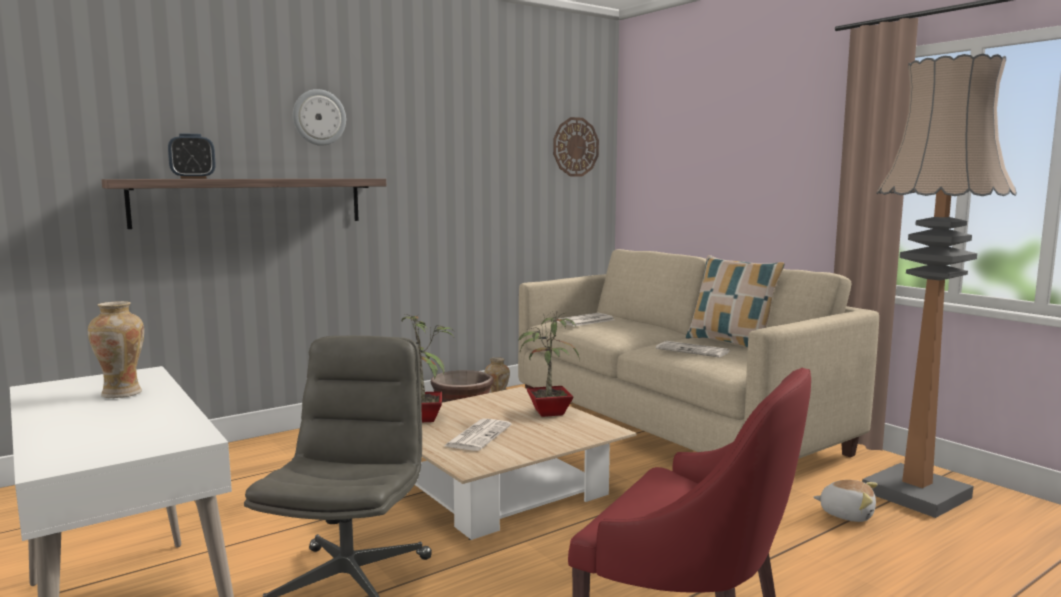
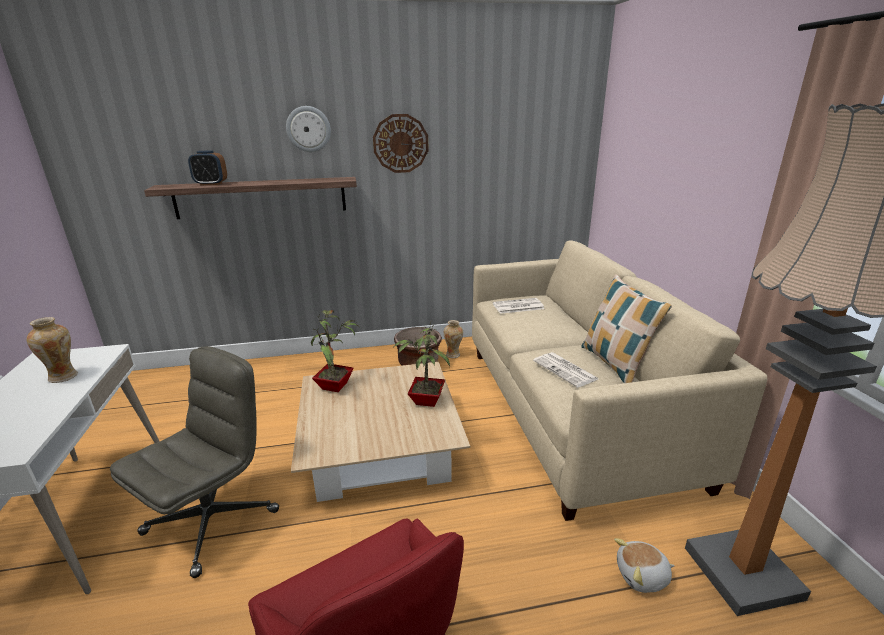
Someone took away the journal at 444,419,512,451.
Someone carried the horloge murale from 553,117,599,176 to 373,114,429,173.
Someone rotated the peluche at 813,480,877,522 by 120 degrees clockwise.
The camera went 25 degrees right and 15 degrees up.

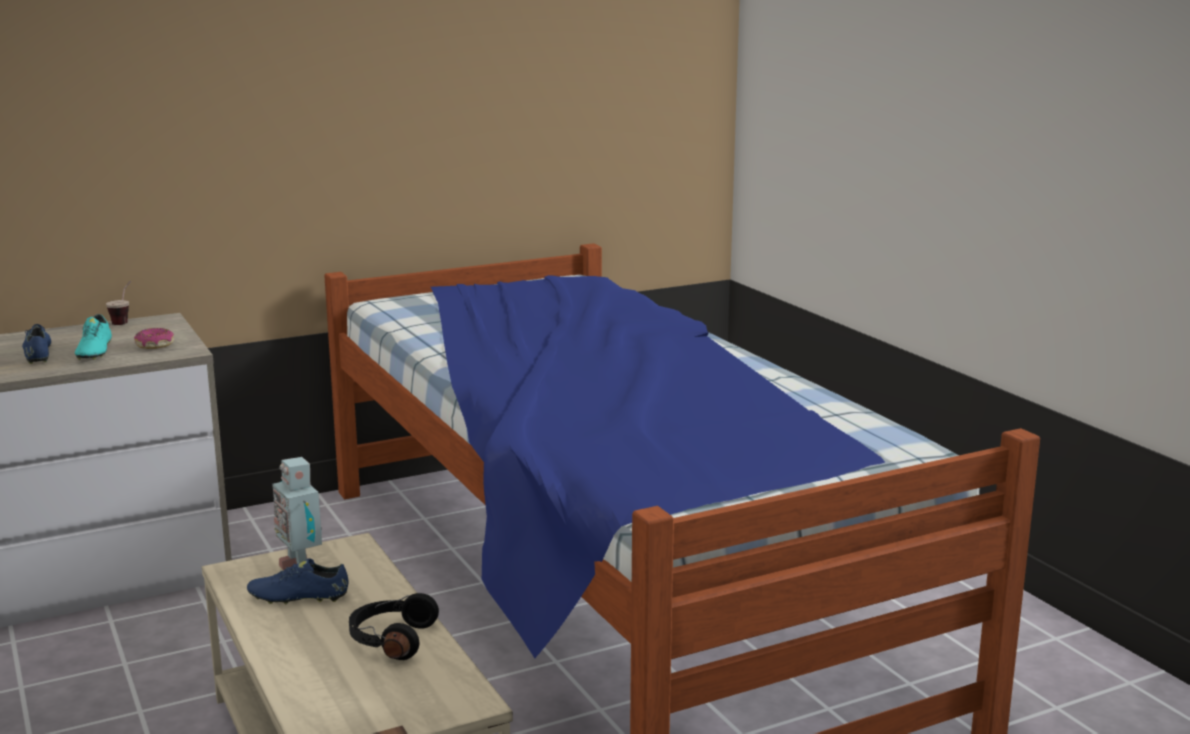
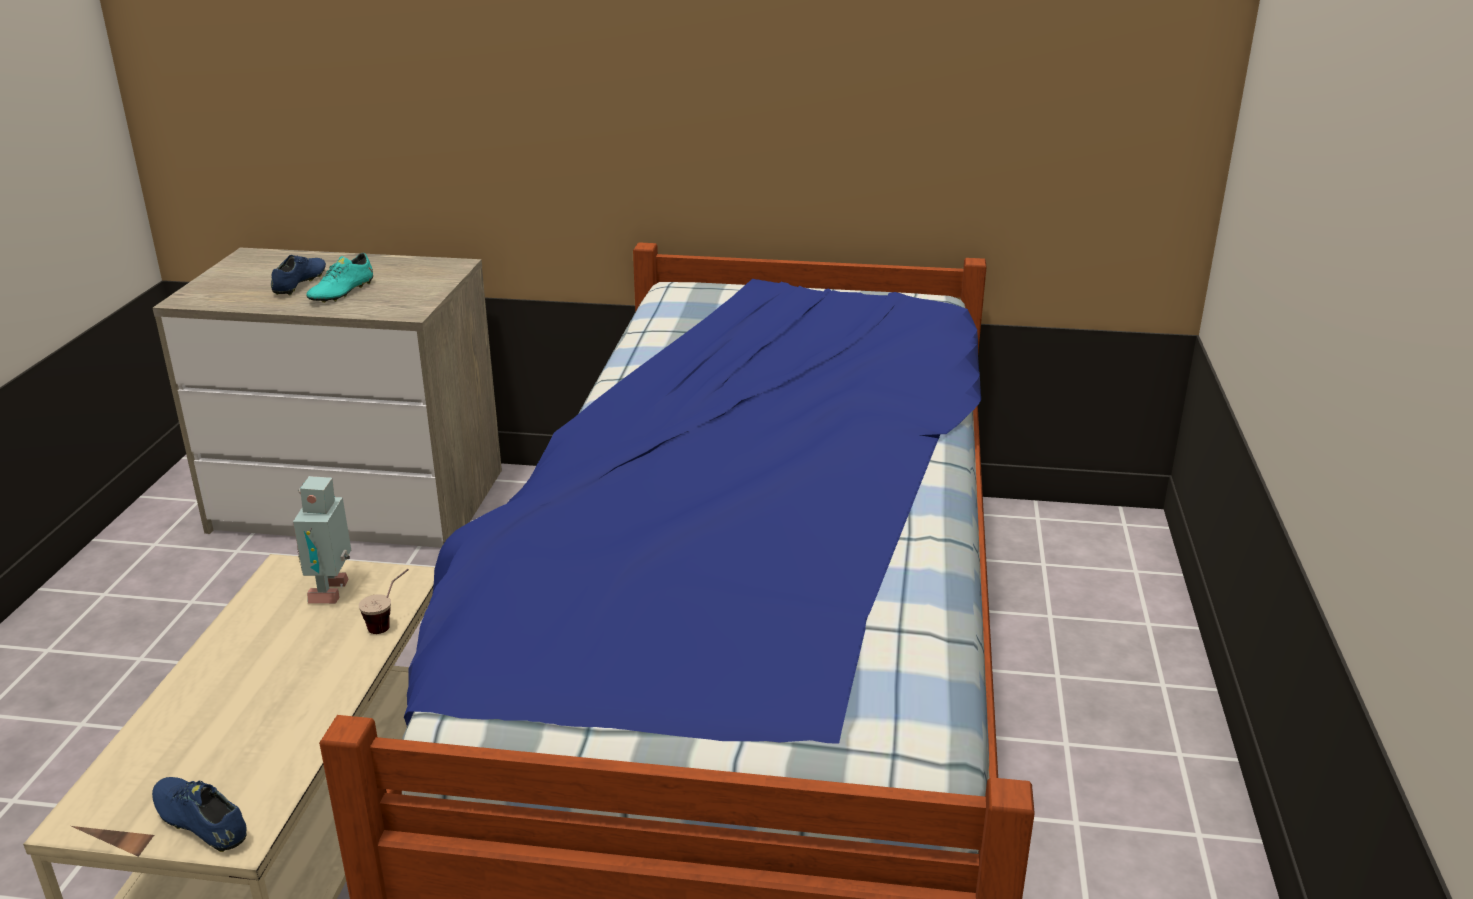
Someone took away the beignet at 134,328,174,349.
Someone took away the casque audio/noir at 349,593,439,660.
Someone carried the tasse from 106,281,131,325 to 359,569,409,634.
Someone carried the chaussure/bleu from 247,558,348,604 to 152,777,246,852.
The camera went 35 degrees right and 10 degrees up.

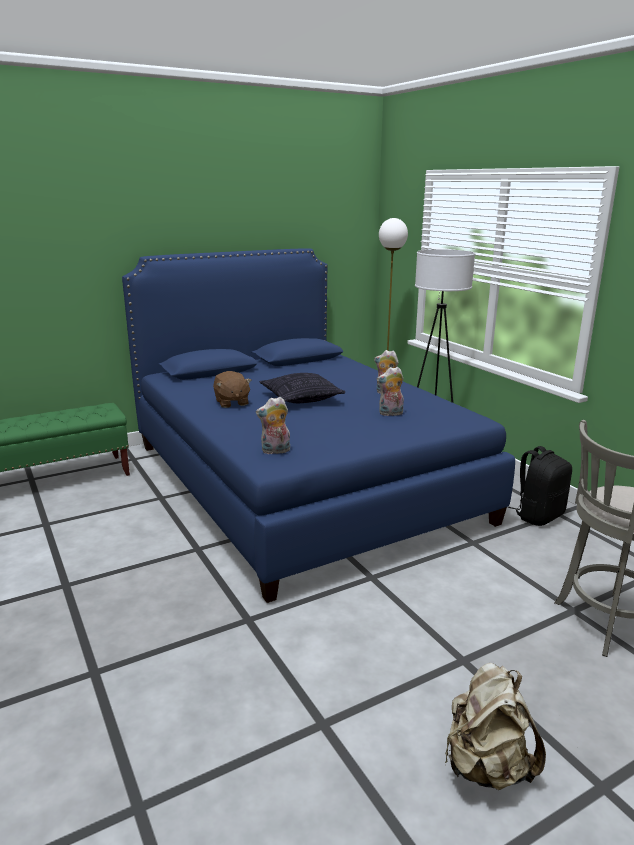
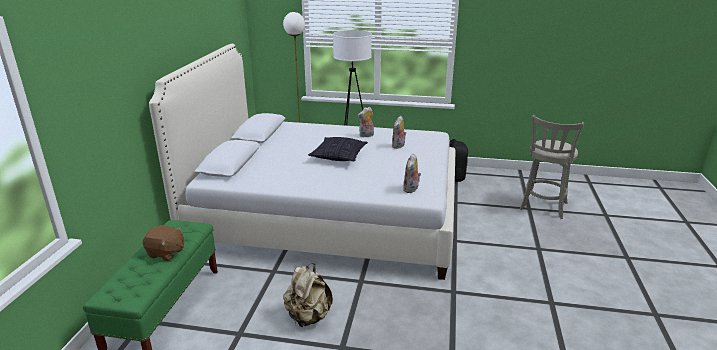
Someone carried the peluche/marron from 213,371,252,408 to 143,225,184,261.
Someone carried the sac à dos/beige from 445,663,546,790 to 283,263,333,327.
Someone repainted the lit/bleu at 122,248,515,603, which became the lit/blanc at 149,44,455,280.
The camera went 50 degrees left and 5 degrees up.

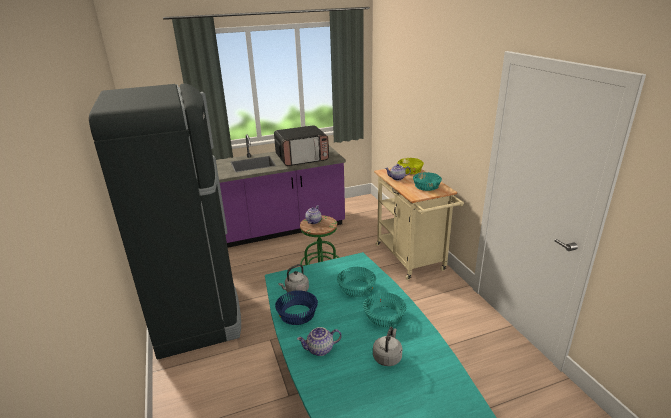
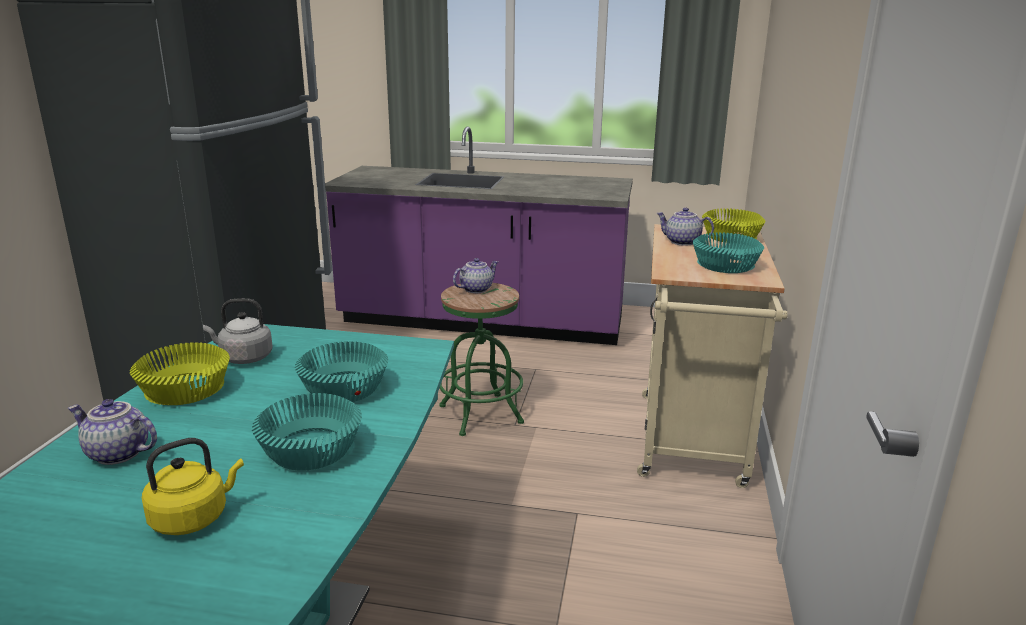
Someone took away the micro-ondes at 274,125,329,166.
Someone repainted the bol/bleu at 275,290,318,325, which became the bol/jaune at 130,342,230,405.
Someone repainted the bouilloire/gris at 373,327,403,366, which became the bouilloire/jaune at 142,438,244,535.
The camera went 30 degrees right and 5 degrees down.

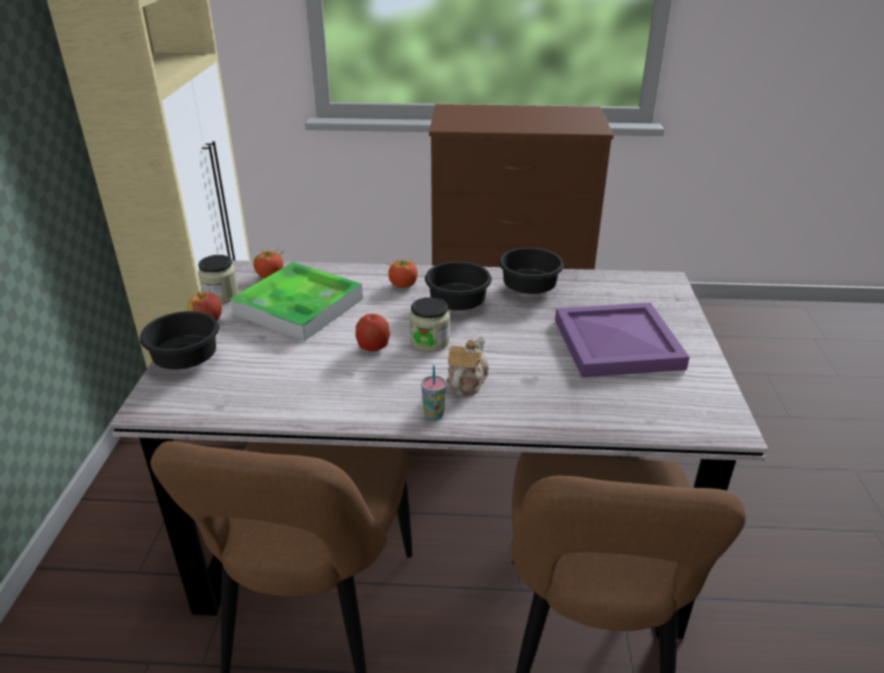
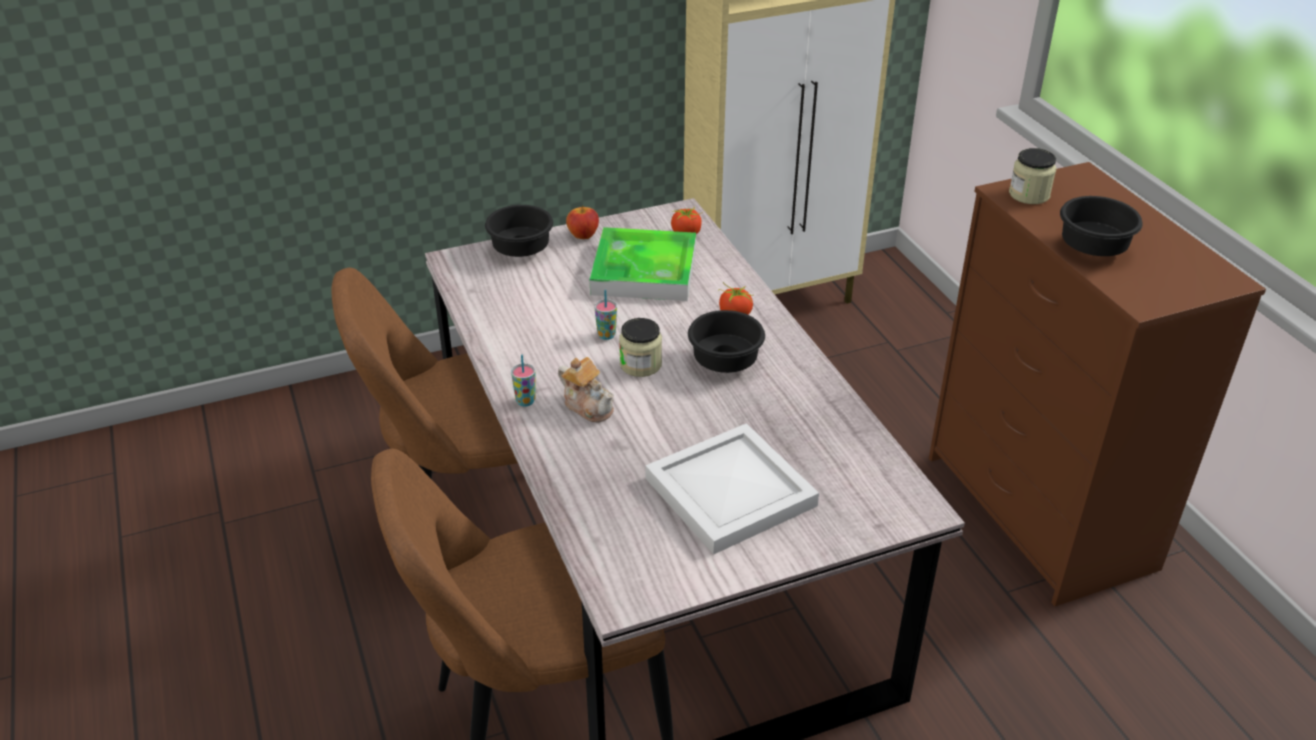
Someone carried the bocal from 198,255,239,303 to 1009,148,1056,204.
Someone carried the bol/noir from 499,247,564,294 to 1060,196,1143,256.
Someone swapped the pomme at 356,314,390,352 for the tasse at 595,290,617,340.
Someone repainted the plateau/violet at 555,302,690,377, which became the plateau/blanc at 645,423,819,555.
Someone rotated the théière at 447,337,489,396 by 45 degrees clockwise.
The camera went 65 degrees right and 5 degrees up.

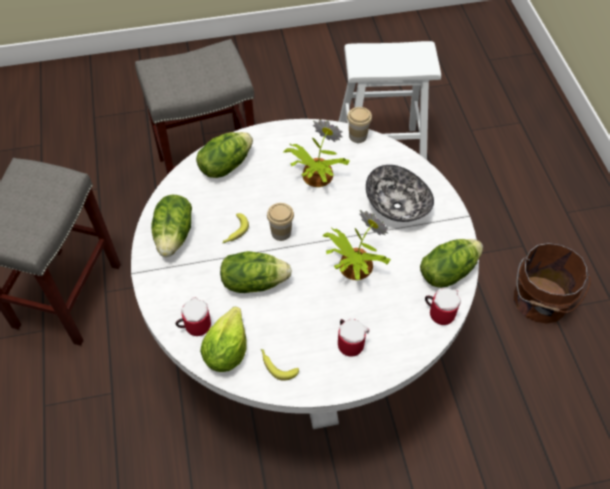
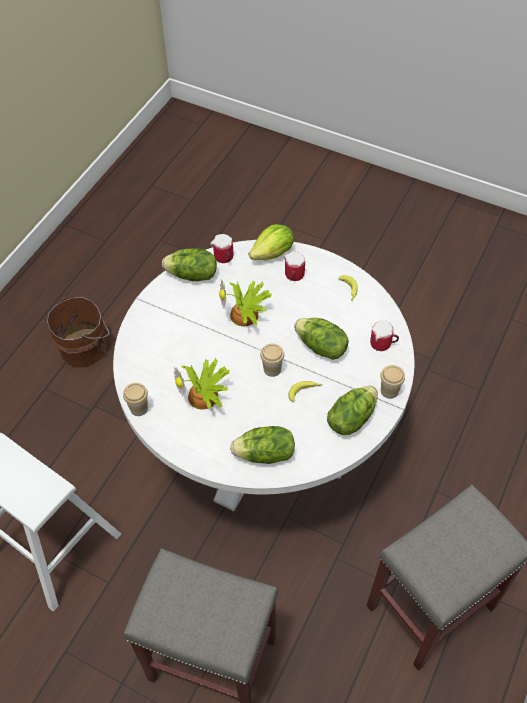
Someone took away the bol at 366,165,434,222.
Someone put down the tasse at 380,365,405,399.
Someone carried the laitue from 200,307,247,372 to 249,224,294,260.
The camera went 140 degrees left and 0 degrees up.

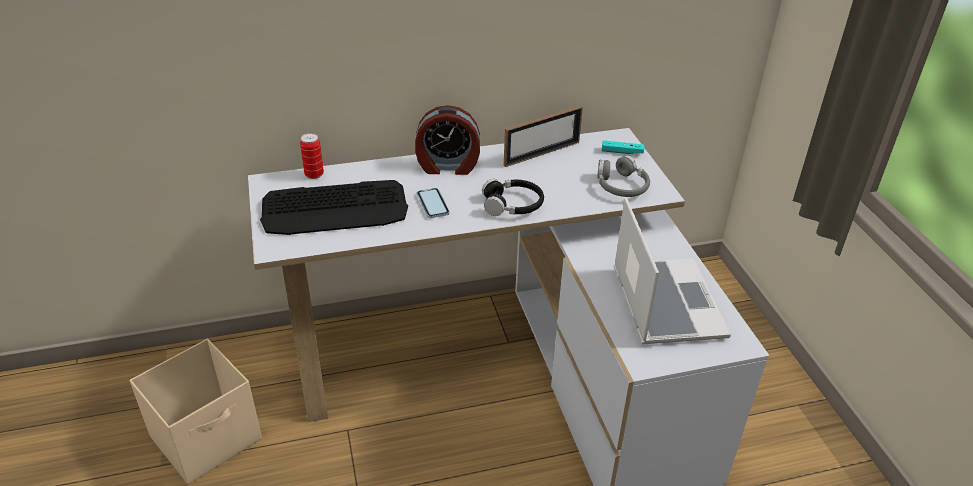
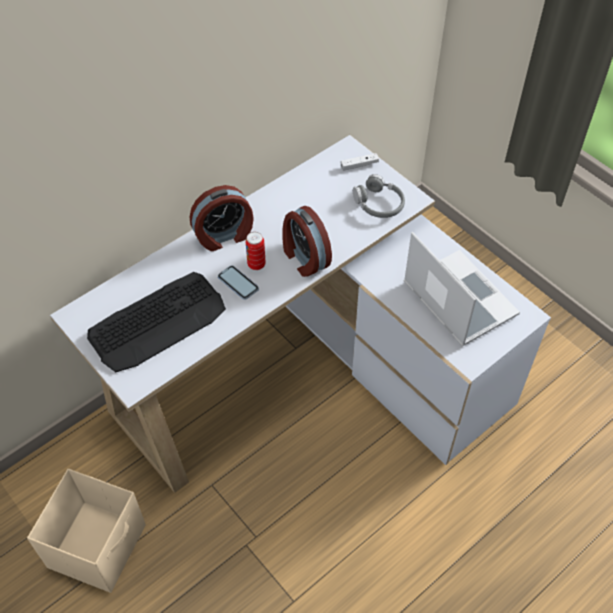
Someone took away the cadre photo at 504,106,583,167.
Someone carried the boîte métallique from 300,133,324,179 to 246,232,266,270.
Someone swapped the casque audio/noir at 482,179,544,216 for the réveil at 282,206,332,277.
Someone repainted the manette/turquoise at 602,140,644,154, which became the manette/blanc at 341,153,379,171.
The camera went 25 degrees left and 15 degrees up.

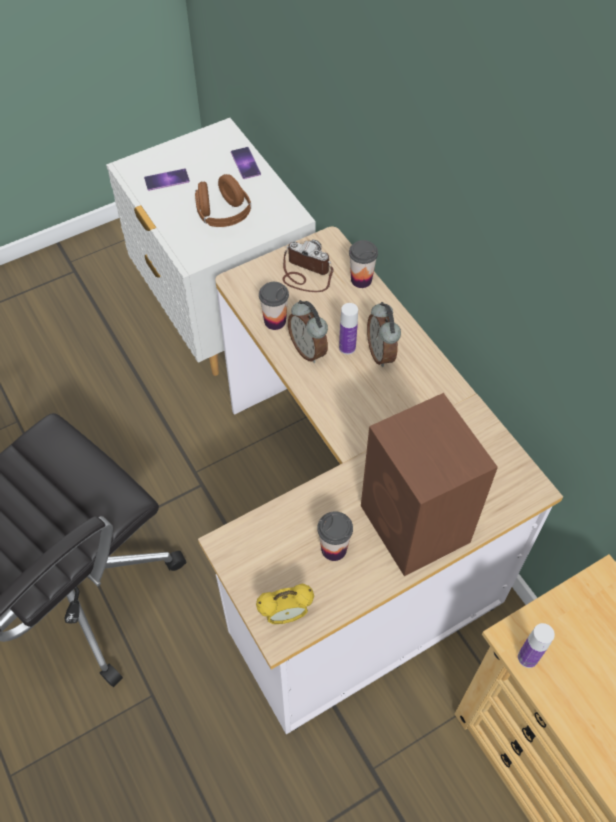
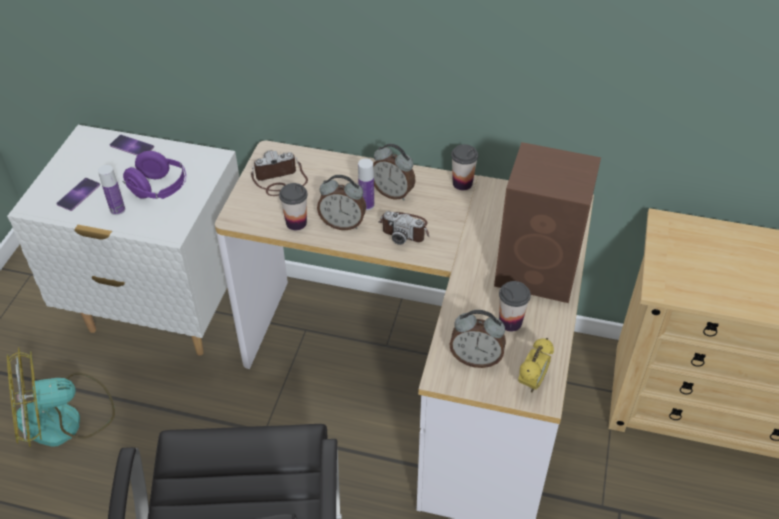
Someone put down the ventilateur at 7,347,115,447.
Someone put down the appareil photo at 378,211,429,245.
Someone put down the réveil at 449,310,506,368.
Someone carried the tasse from 349,240,378,288 to 451,144,478,190.
Someone carried the bouteille from 518,623,555,668 to 98,165,125,215.
Someone repainted the casque audio/marron at 195,174,252,227, which became the casque audio/violet at 122,151,186,199.
The camera went 45 degrees left and 10 degrees down.

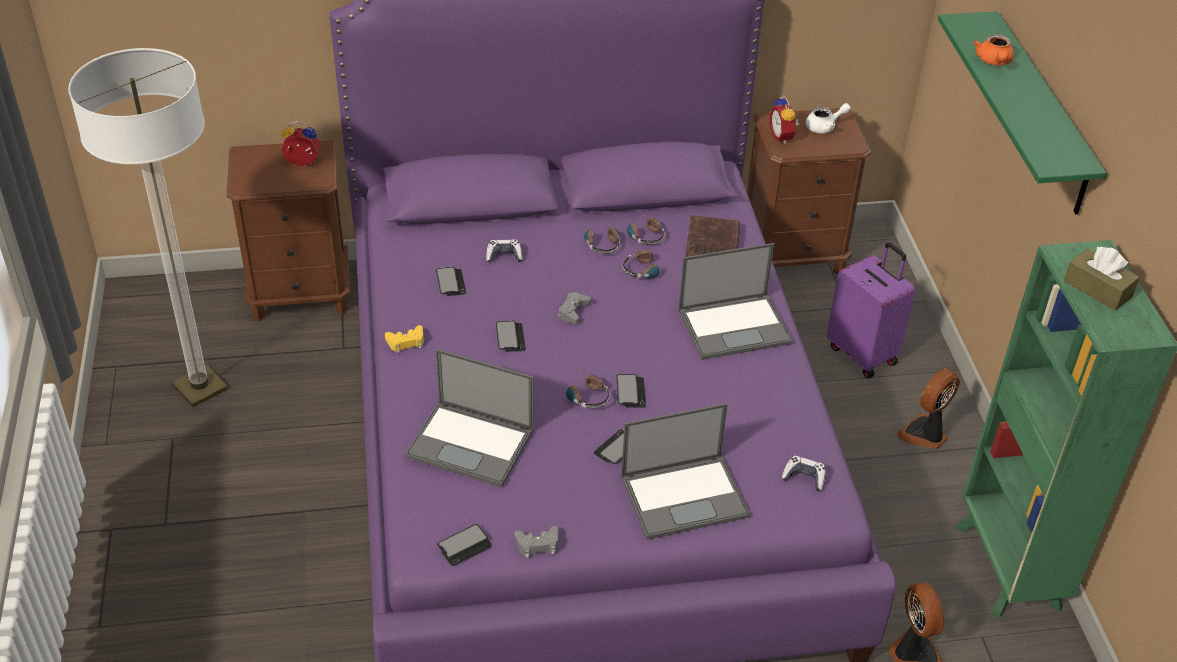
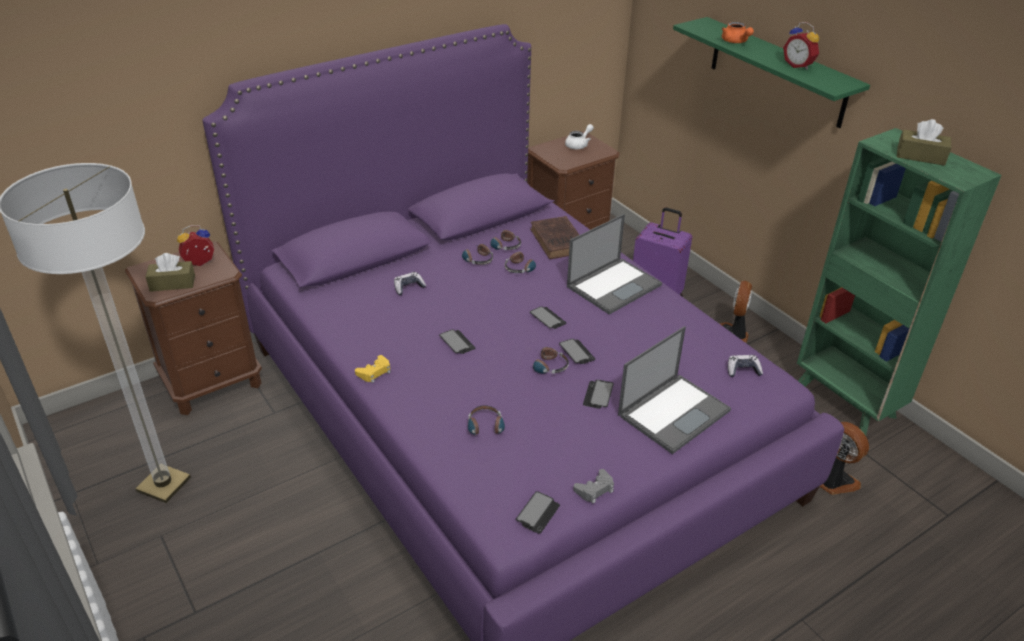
Someone took away the manette/gris at 558,292,591,324.
Someone put down the boîte à mouchoirs/marron at 146,253,195,292.
Someone carried the téléphone from 436,267,466,296 to 530,306,566,329.
Someone carried the réveil from 770,95,799,144 to 783,22,819,70.
Someone swapped the ordinateur portable at 405,349,534,487 for the casque audio at 468,405,505,443.
The camera went 25 degrees left and 5 degrees down.

